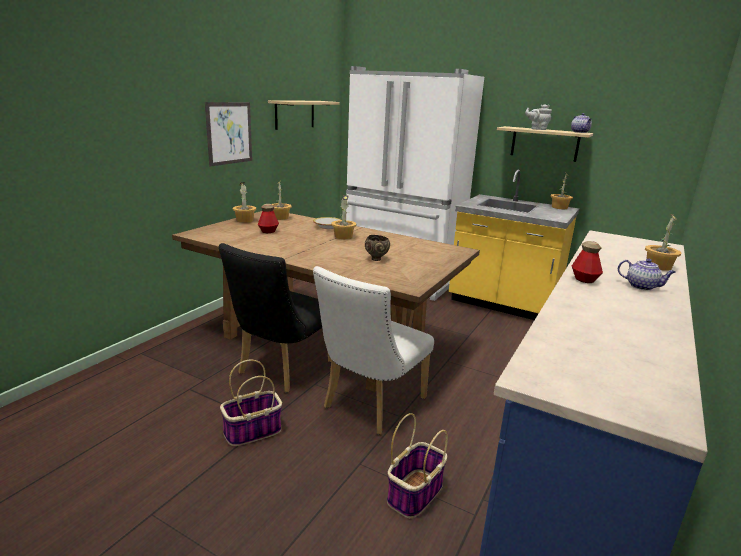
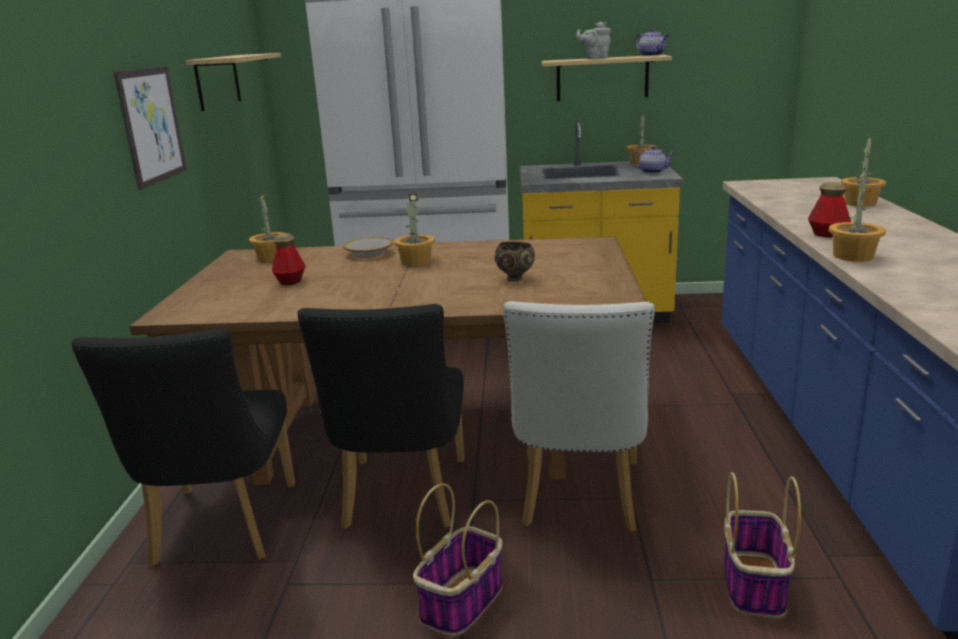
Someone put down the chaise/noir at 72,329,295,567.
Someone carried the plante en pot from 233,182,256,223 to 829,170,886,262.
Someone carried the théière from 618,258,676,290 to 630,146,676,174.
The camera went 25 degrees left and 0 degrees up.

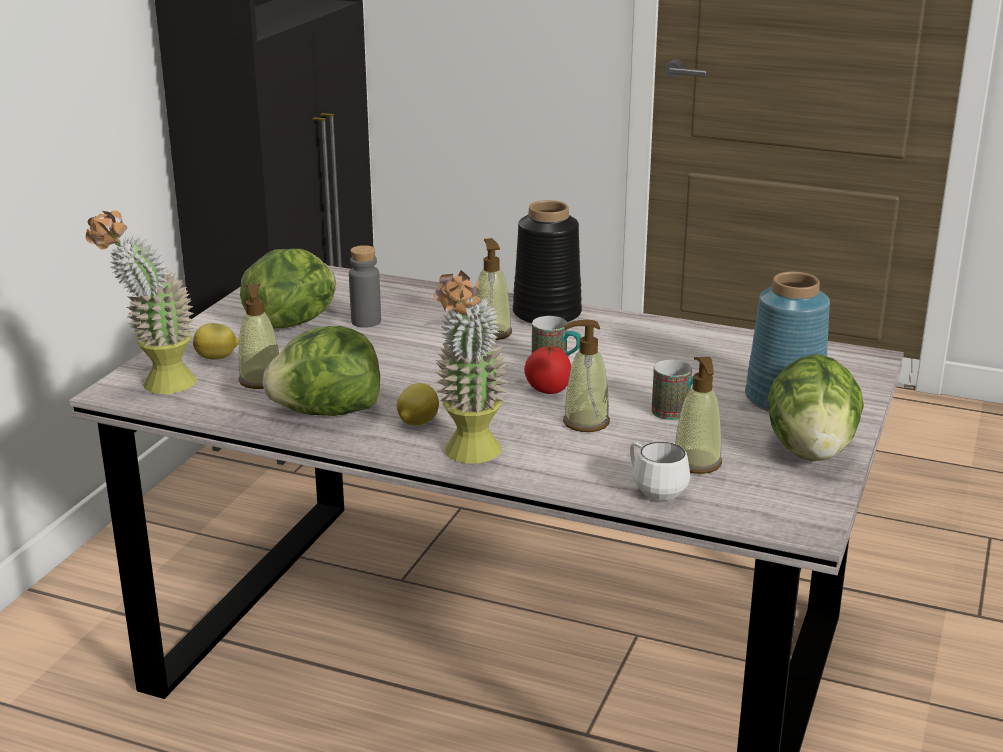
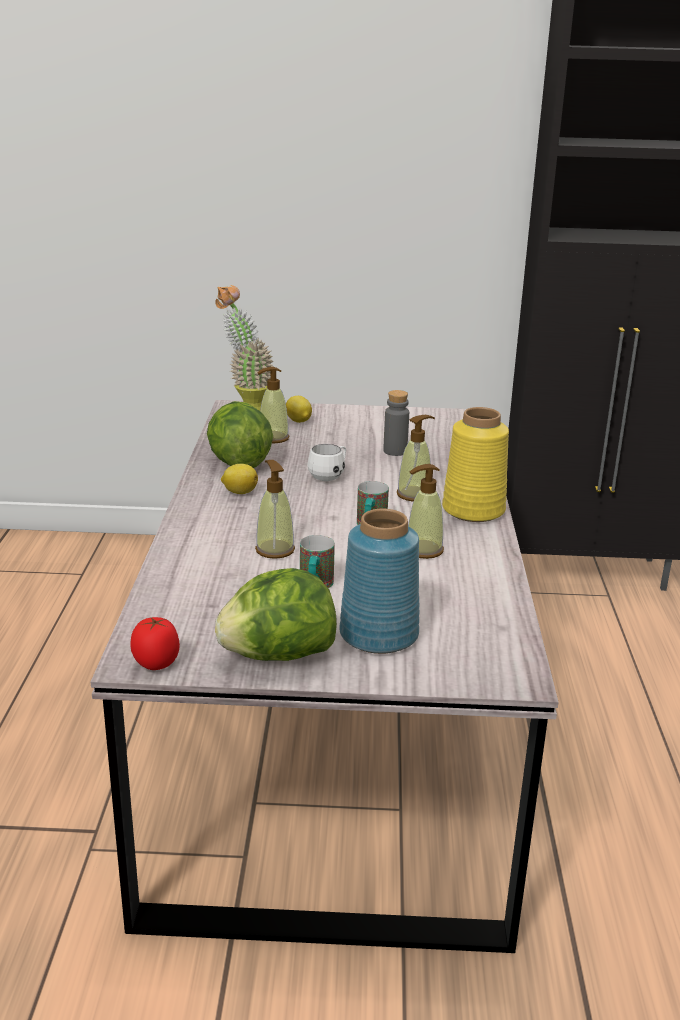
Someone took away the laitue at 240,249,336,328.
Someone took away the plante en pot at 433,270,509,464.
Someone carried the tomate from 524,346,571,394 to 130,617,180,670.
Someone carried the mug/blanc from 630,442,690,500 to 307,444,346,481.
Someone carried the distributeur de savon from 675,357,722,474 to 408,464,444,559.
Someone repainted the vase/noir at 513,200,582,324, which became the vase/jaune at 442,407,509,522.
The camera went 70 degrees right and 0 degrees up.

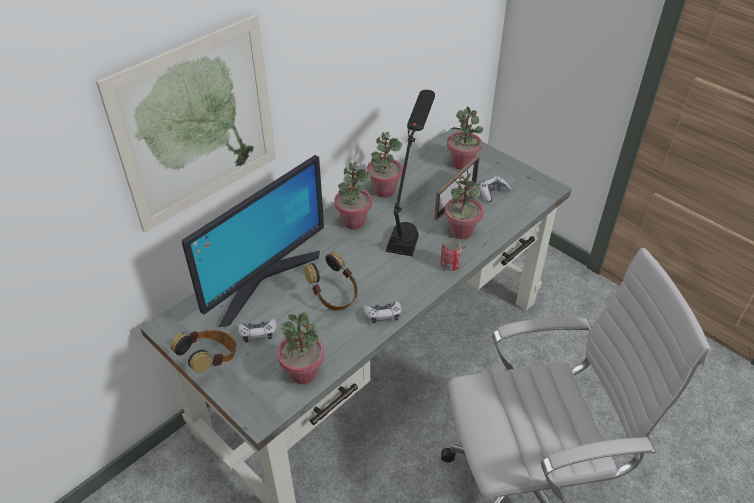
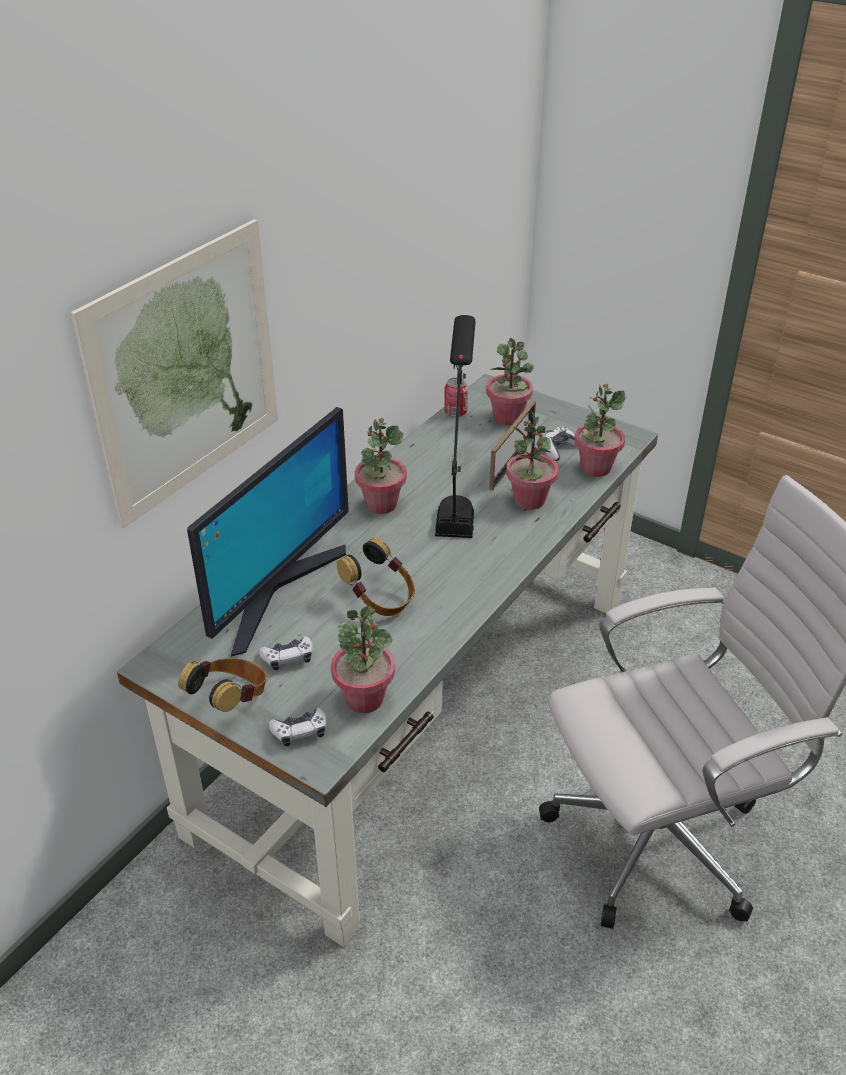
Someone carried the manette from 364,301,401,323 to 269,708,327,746.
Someone carried the plante en pot from 367,132,403,197 to 575,384,625,477.
Someone carried the boîte métallique from 440,238,462,271 to 444,377,468,417.
The camera went 10 degrees left and 5 degrees down.

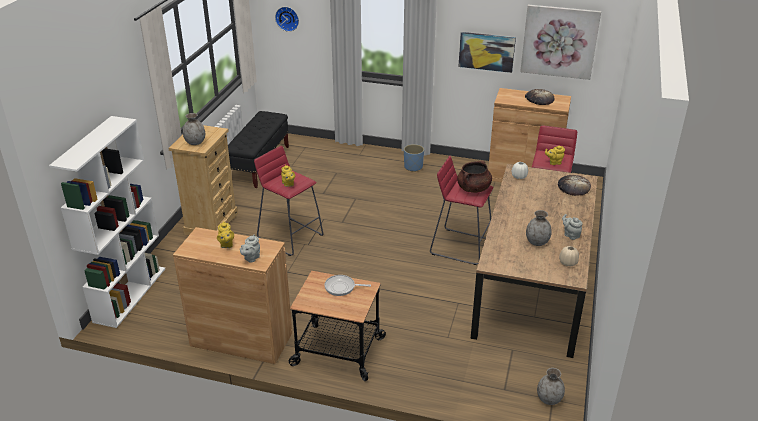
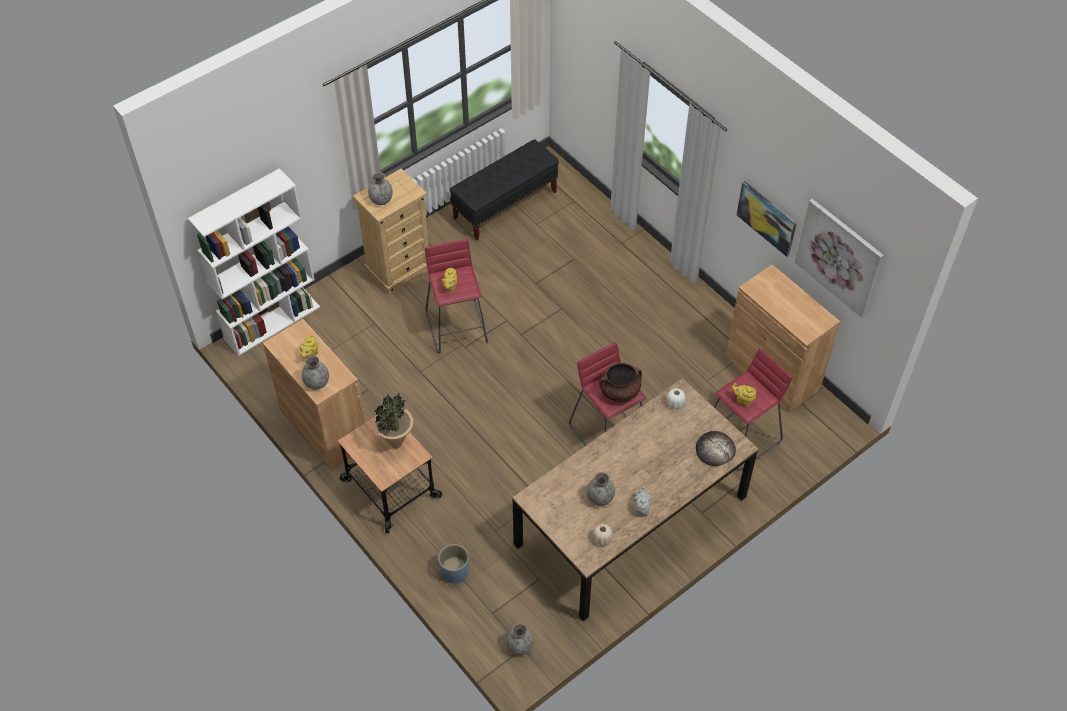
Someone took away the horloge murale at 275,7,299,32.
Someone took away the pain at 525,89,555,105.
Someone carried the cache-pot/bleu from 404,144,424,172 to 438,544,469,583.
Someone swapped the théière/gris at 240,235,260,263 for the vase/gris at 302,356,329,390.
Someone swapped the poêle at 324,275,371,296 for the plante en pot at 373,394,413,448.
The camera went 35 degrees right and 20 degrees up.

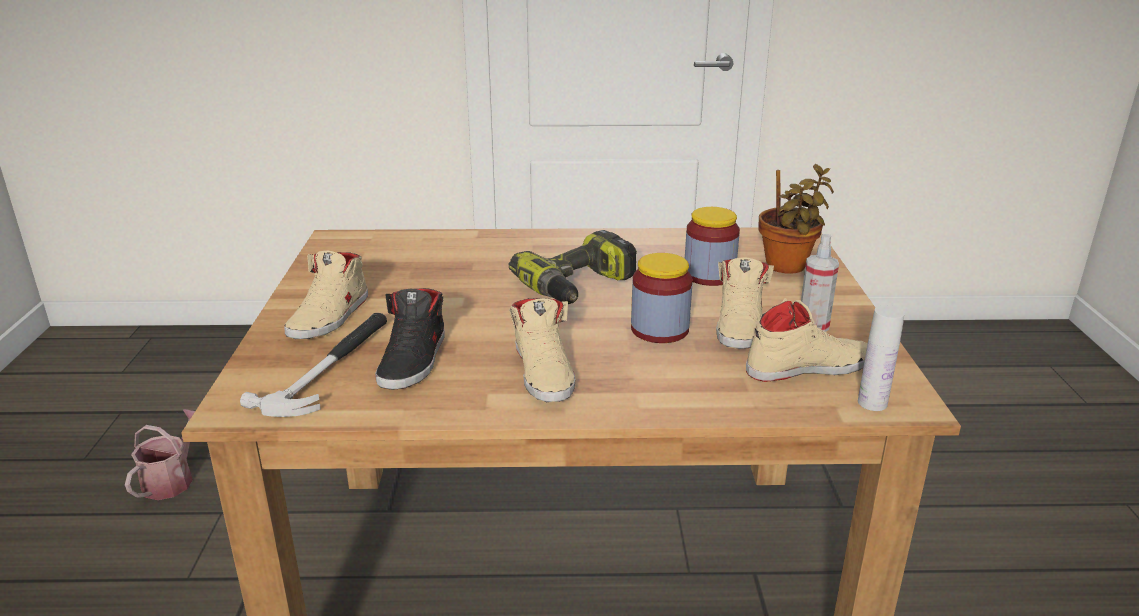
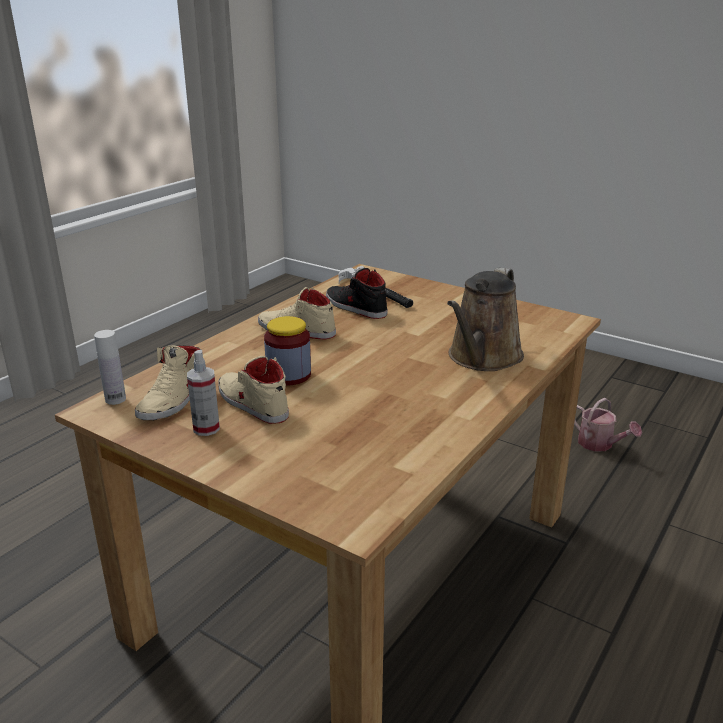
Someone took away the chaussure/beige at 284,250,368,339.
Someone took away the perceuse at 509,230,637,304.
Someone took away the bocal at 685,207,740,286.
Someone took away the plante en pot at 759,164,834,274.
Someone put down the arrosoir/marron at 447,267,524,371.
The camera went 125 degrees right and 0 degrees up.

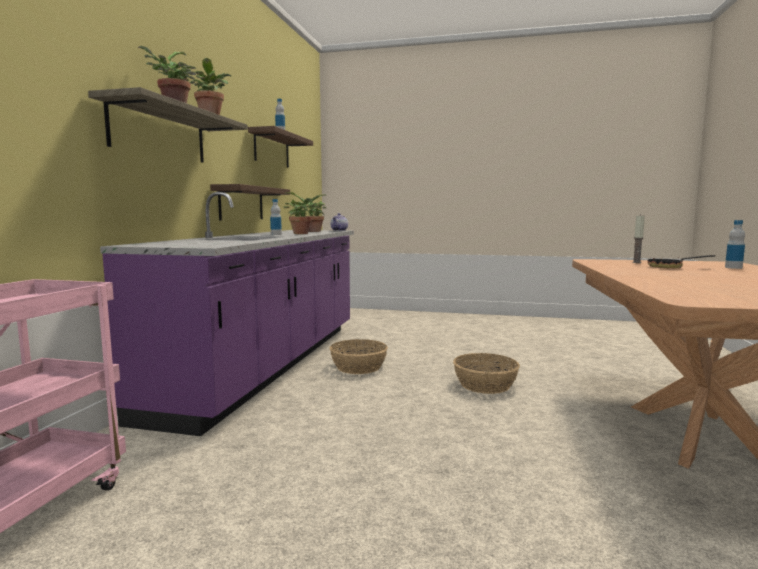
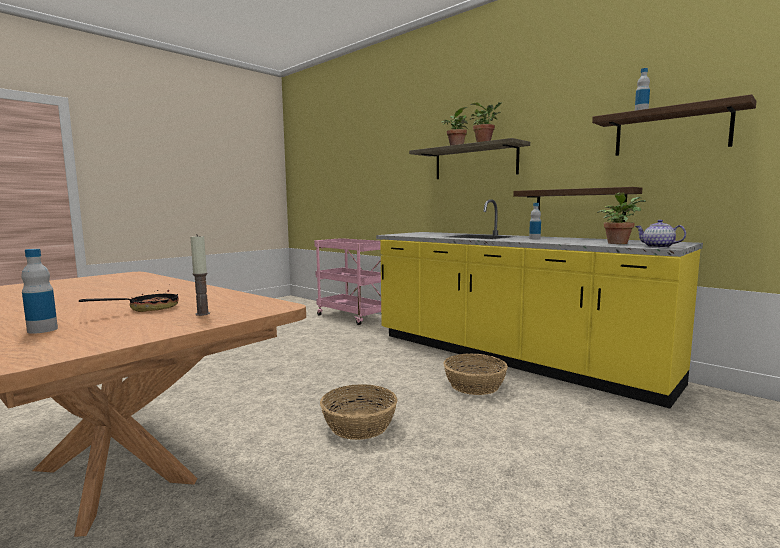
Someone took away the plante en pot at 284,192,321,234.
Someone repainted the comptoir de cuisine/violet at 100,192,354,436, which became the comptoir de cuisine/jaune at 376,199,703,408.
The camera went 120 degrees right and 0 degrees up.

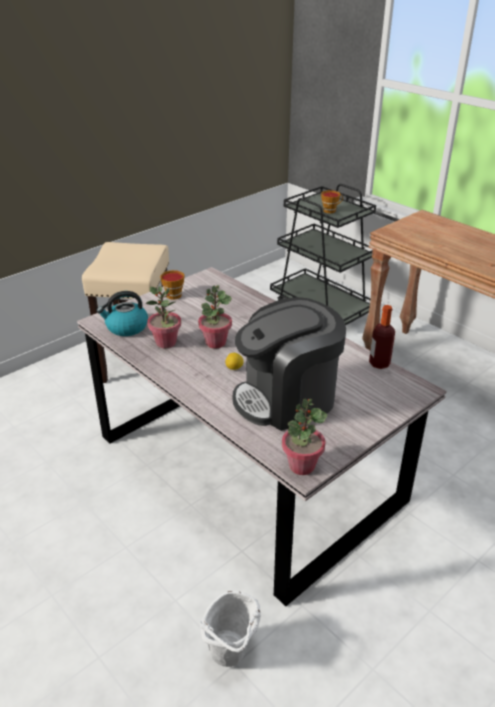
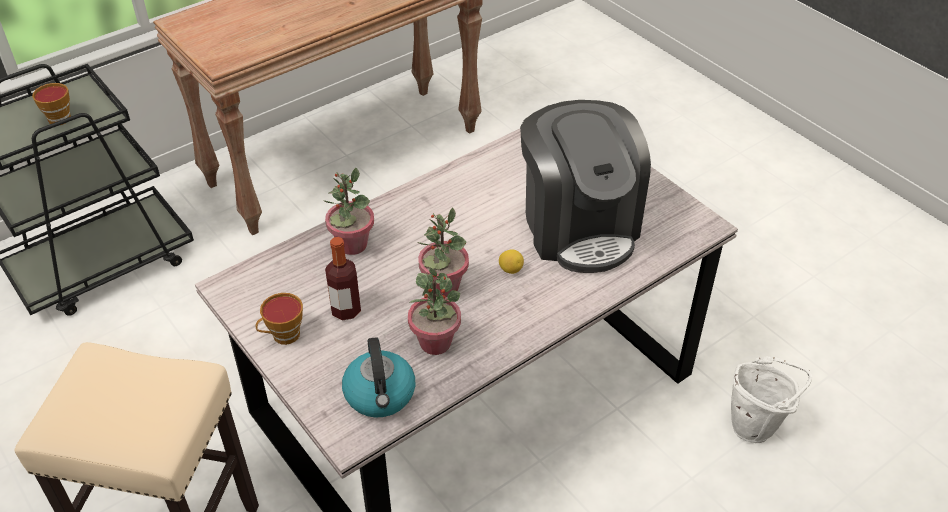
Someone carried the plante en pot from 282,398,327,475 to 323,168,374,255.
Someone carried the bouteille from 369,305,395,369 to 325,237,361,321.
The camera went 85 degrees left and 10 degrees up.

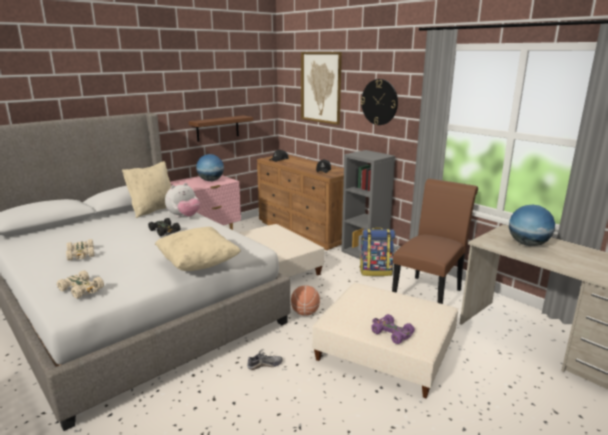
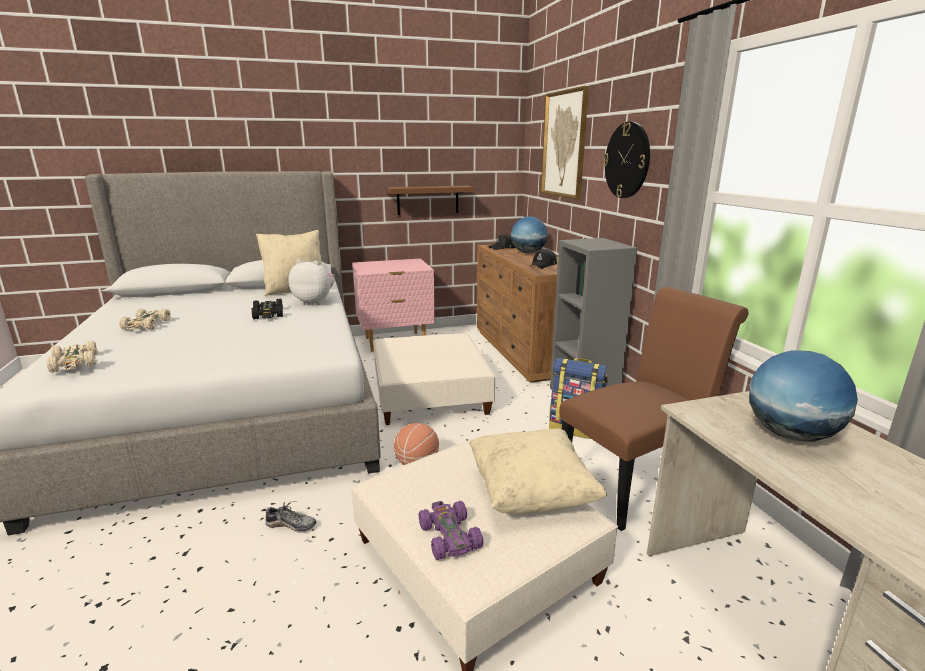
Someone carried the coussin/beige from 155,227,241,271 to 469,428,607,514.
Someone carried the globe from 196,154,224,181 to 511,216,547,254.
Someone rotated the peluche at 165,183,200,218 by 150 degrees counterclockwise.
The camera went 25 degrees right and 0 degrees up.

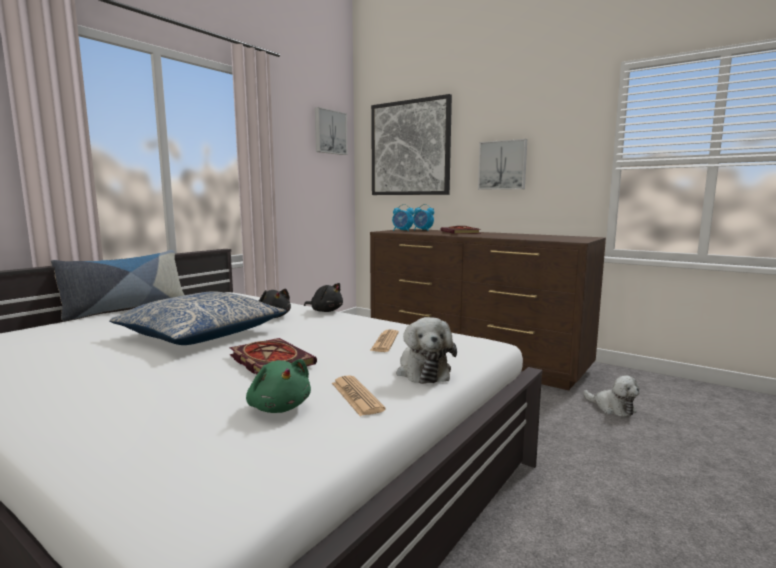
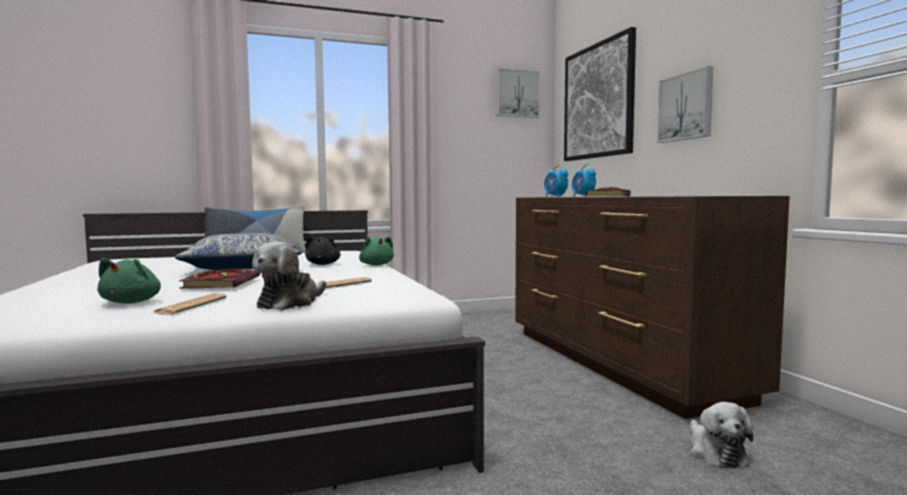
Someone repainted the peluche/noir at 304,283,343,312, which became the peluche/vert at 359,237,394,266.
The camera went 35 degrees right and 5 degrees down.

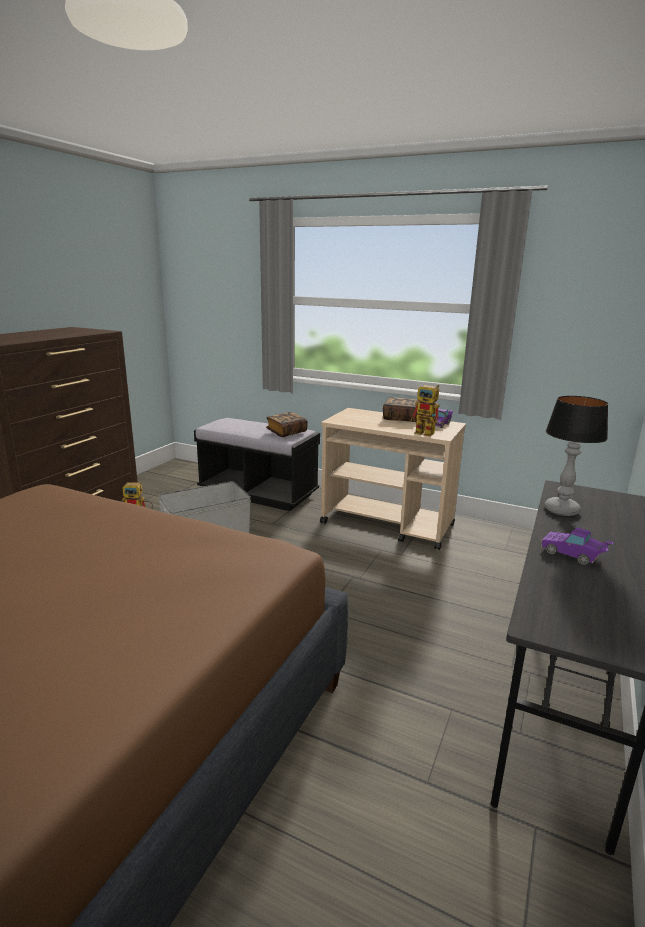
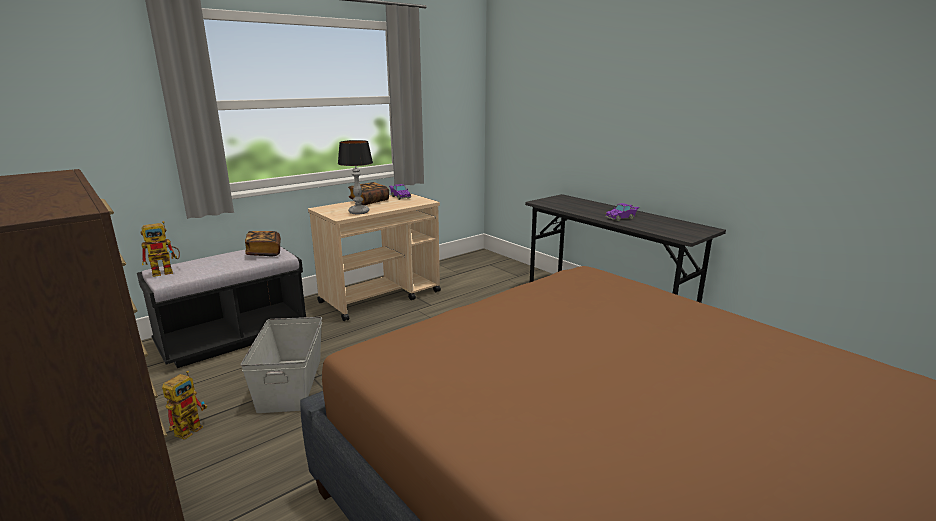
Someone carried the robot jouet from 411,385,447,436 to 140,221,180,277.
Someone carried the lampe de table from 545,396,608,516 to 338,140,373,214.
The camera went 65 degrees left and 0 degrees up.

